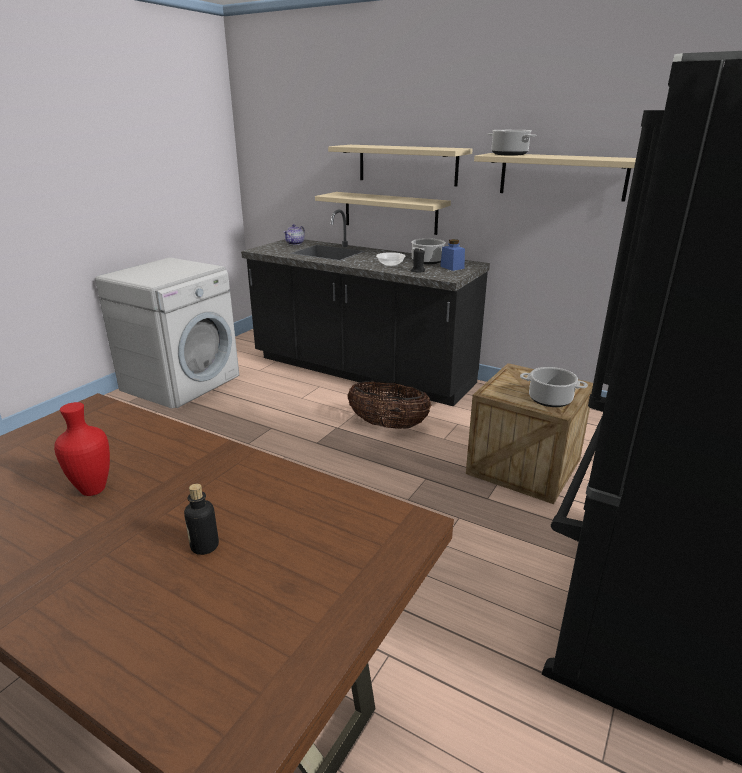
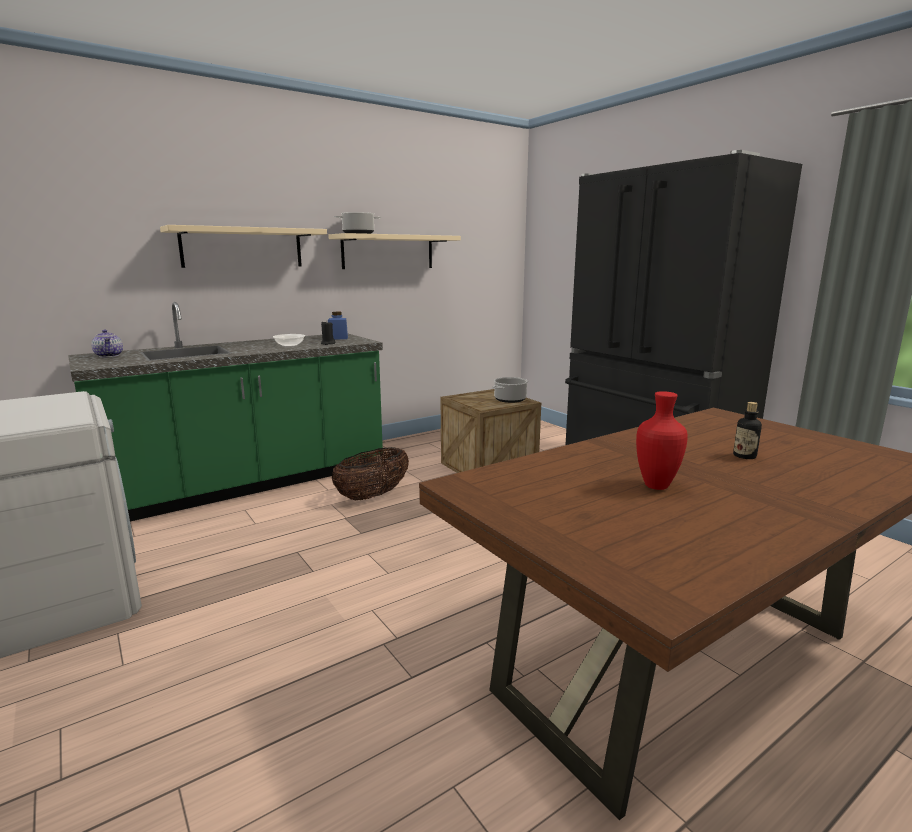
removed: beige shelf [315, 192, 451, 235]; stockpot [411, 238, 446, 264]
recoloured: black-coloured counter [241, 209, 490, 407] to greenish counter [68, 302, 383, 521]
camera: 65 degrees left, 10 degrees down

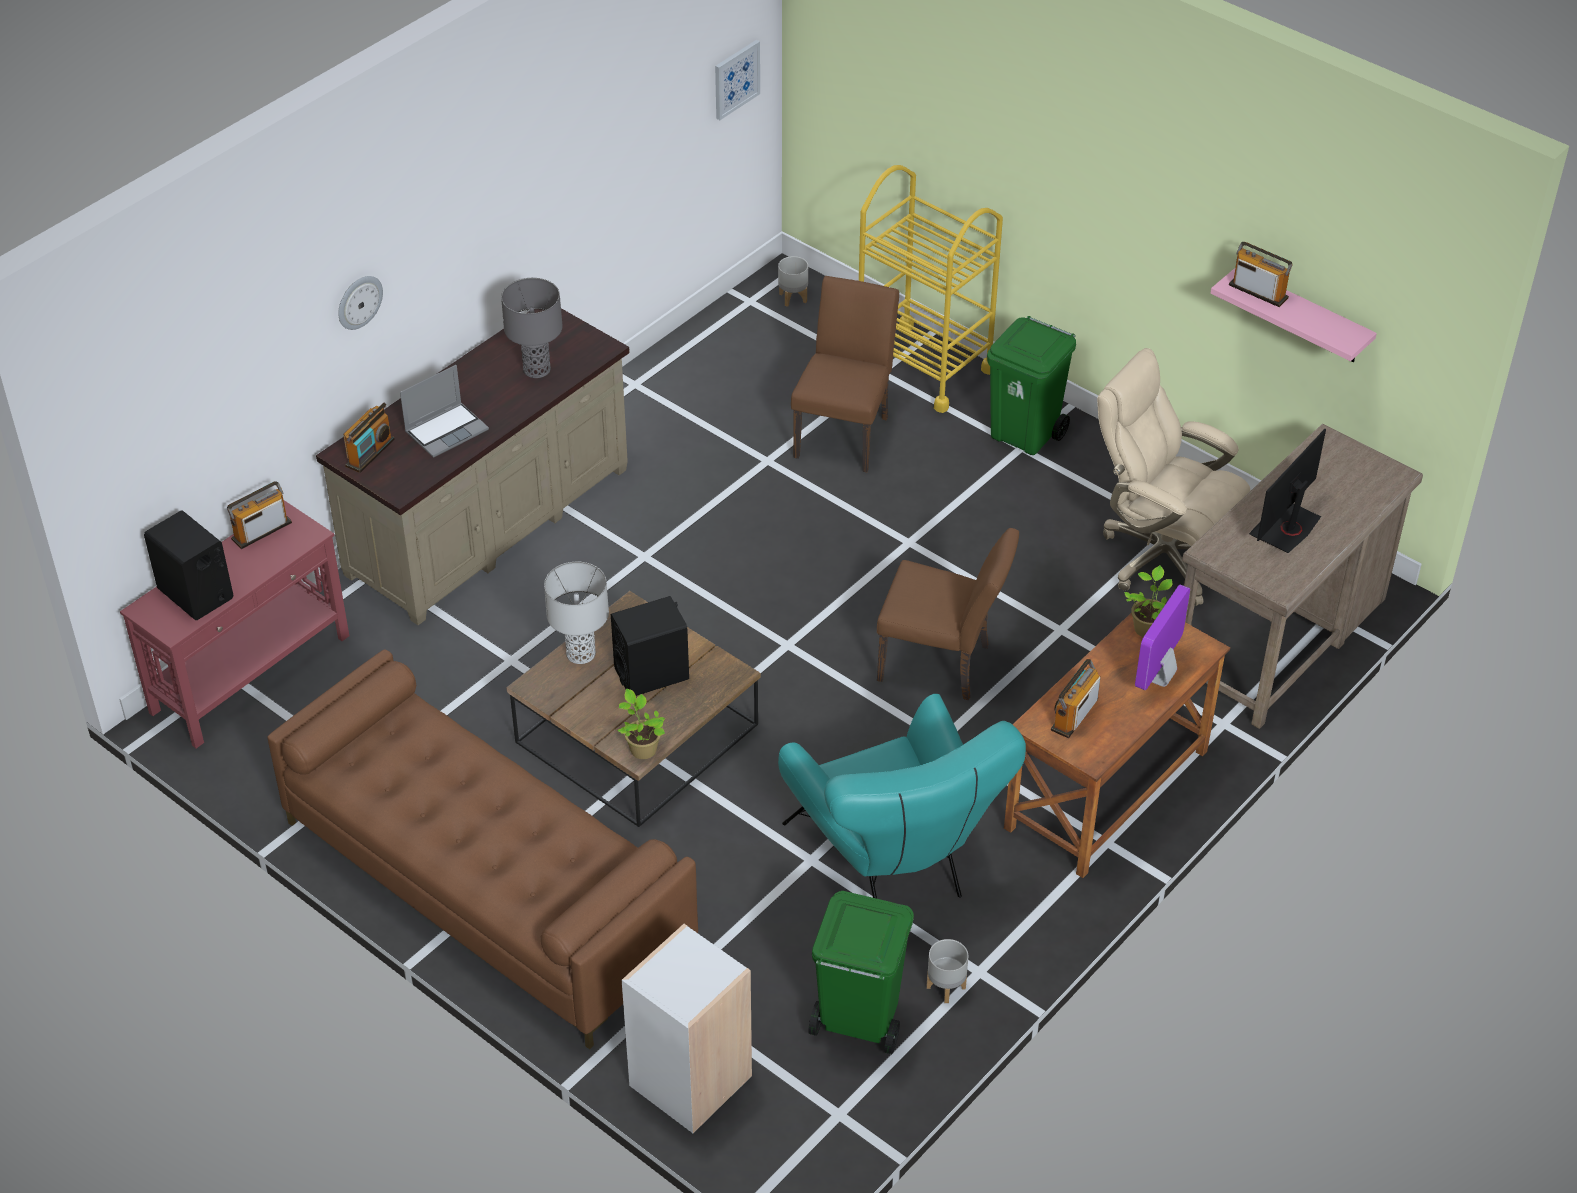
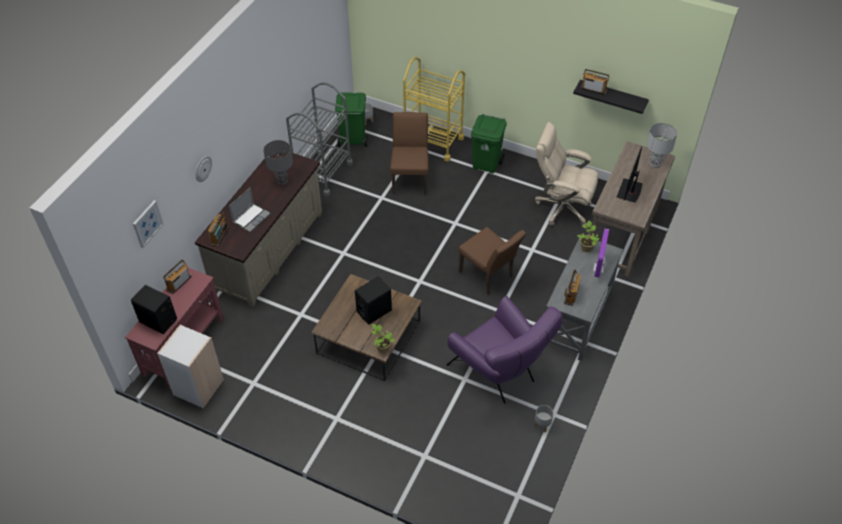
removed: brown couch [267, 649, 698, 1049]
added: greyish cart [286, 82, 353, 197]
moved: wall picture [715, 40, 760, 120] to [133, 200, 164, 248]; bookshelf [622, 924, 752, 1133] to [157, 325, 224, 408]; greenish trash can [808, 891, 914, 1054] to [335, 92, 368, 147]; white-coloured lamp for a table [544, 562, 609, 664] to [647, 123, 677, 168]
recoloured: turquoise-coloured easy chair [778, 694, 1026, 899] to purple-coloured easy chair [447, 296, 563, 403]; brown desk unit [1004, 613, 1230, 878] to greyish desk unit [546, 237, 624, 361]; pink shelf [1211, 267, 1377, 362] to black-coloured shelf [573, 80, 649, 114]
turned: brown plain chair [877, 528, 1019, 700] = [458, 227, 526, 295] 45 degrees clockwise
camera: 15 degrees left, 5 degrees up

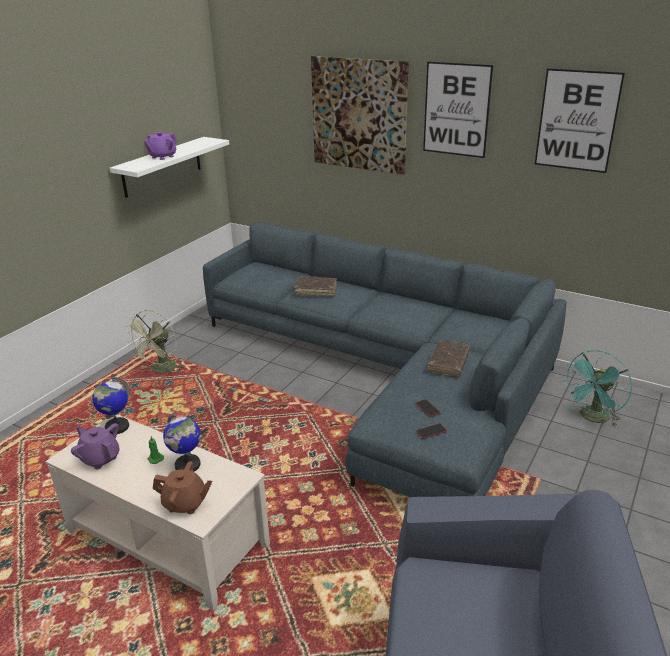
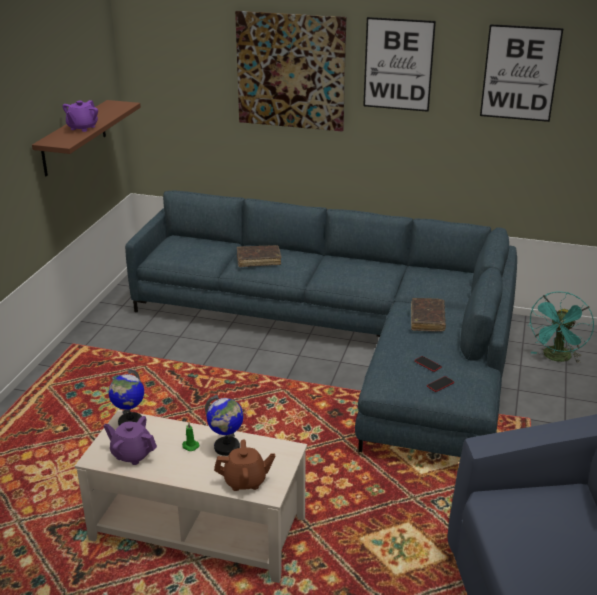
removed: greenish fan [125, 310, 185, 373]
recoloured: white-coloured shelf [110, 137, 229, 198] to brown shelf [32, 100, 141, 176]
camera: 15 degrees left, 0 degrees up

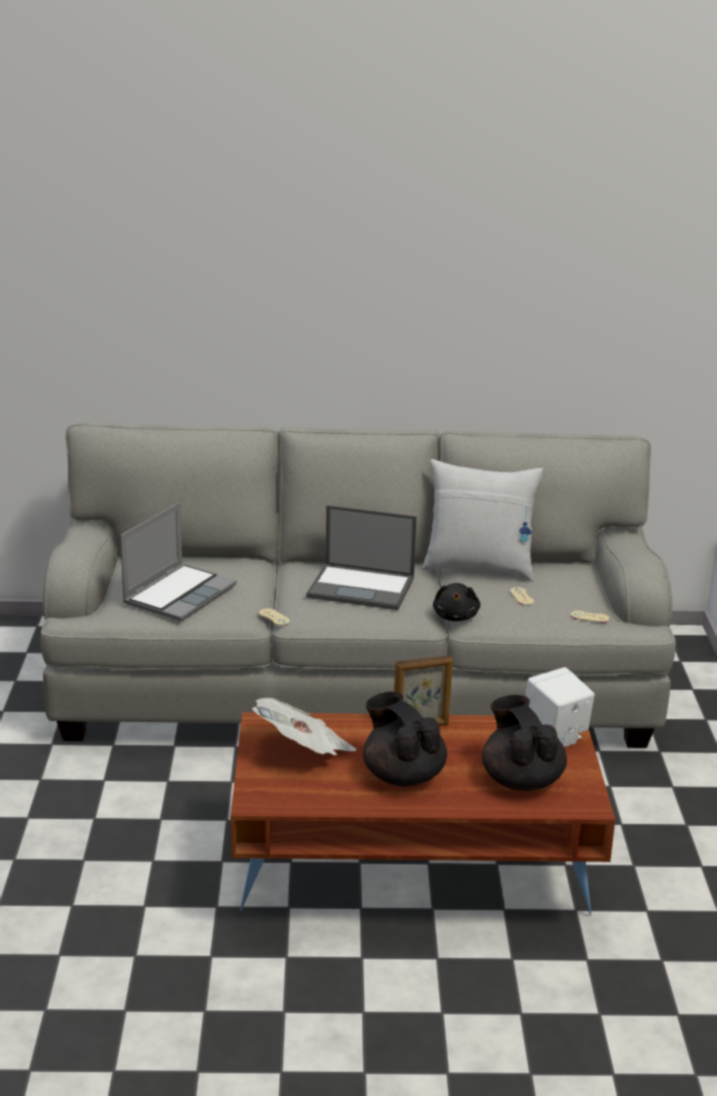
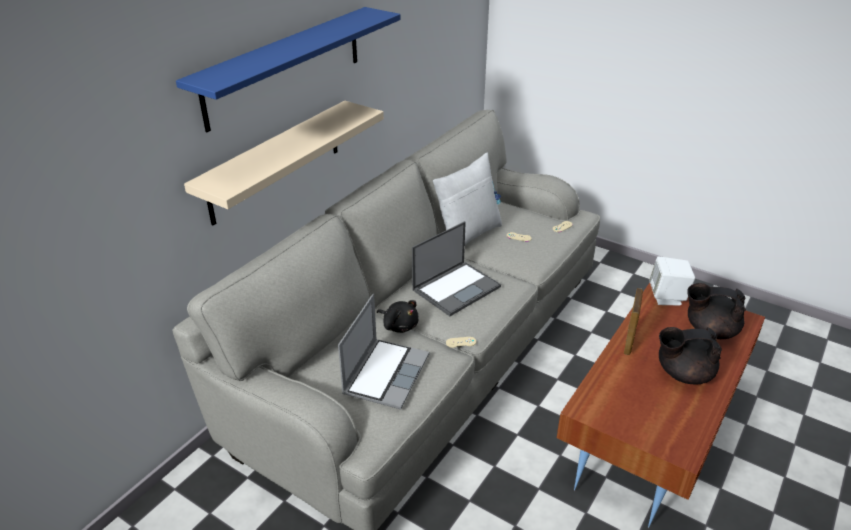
removed: newspaper [251, 698, 356, 755]
added: blue-coloured shelf [176, 7, 401, 132]; beige shelf [184, 101, 384, 226]
moved: black-coloured plush toy [433, 583, 480, 621] to [377, 300, 419, 333]
turned: portable computer [120, 502, 237, 622] = [338, 294, 429, 409] 45 degrees clockwise
camera: 55 degrees left, 10 degrees up

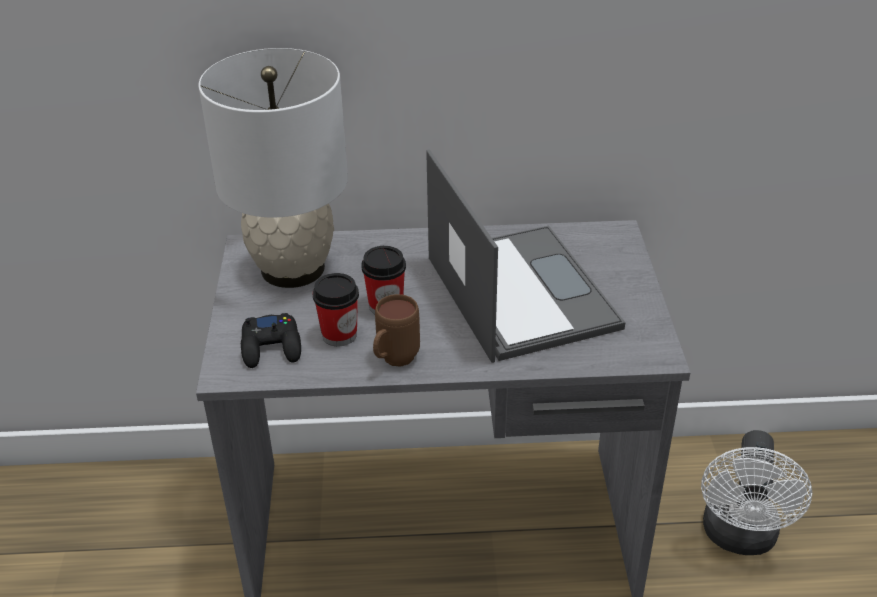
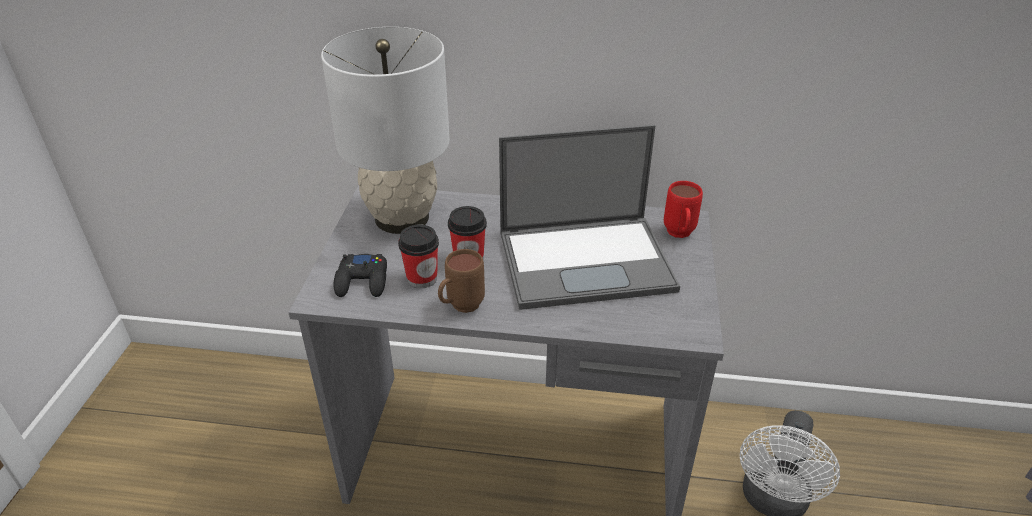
added: reddish tea mug [664, 181, 703, 238]
turned: portable computer [426, 149, 625, 363] = [499, 125, 680, 310] 90 degrees clockwise
camera: 10 degrees right, 0 degrees up

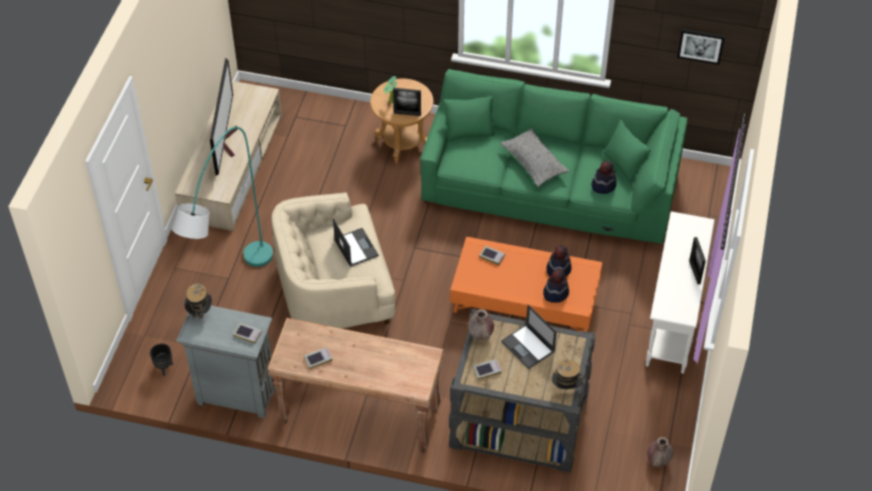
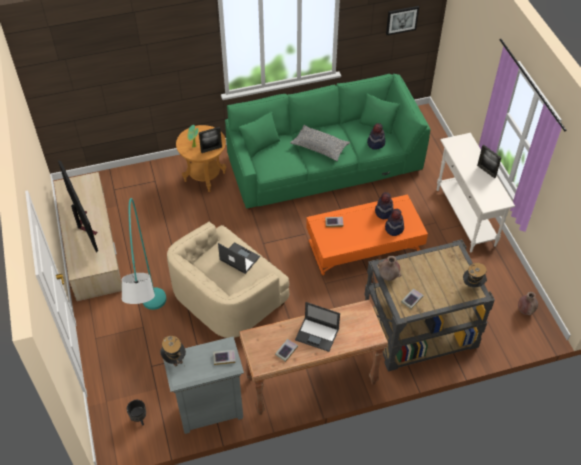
moved: portable computer [501, 304, 557, 369] to [295, 302, 340, 352]
camera: 30 degrees left, 0 degrees up

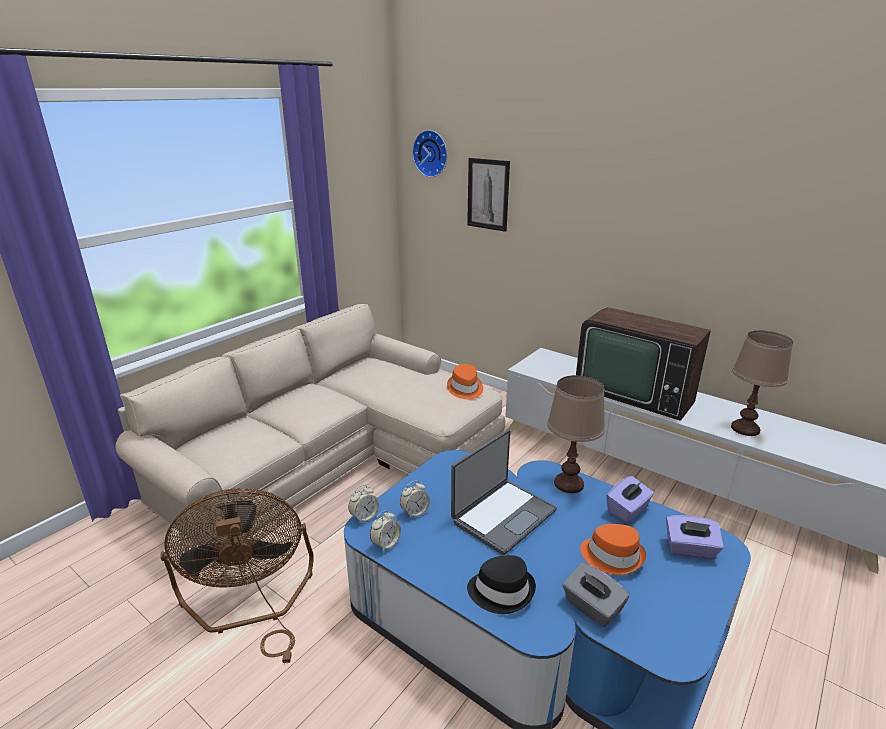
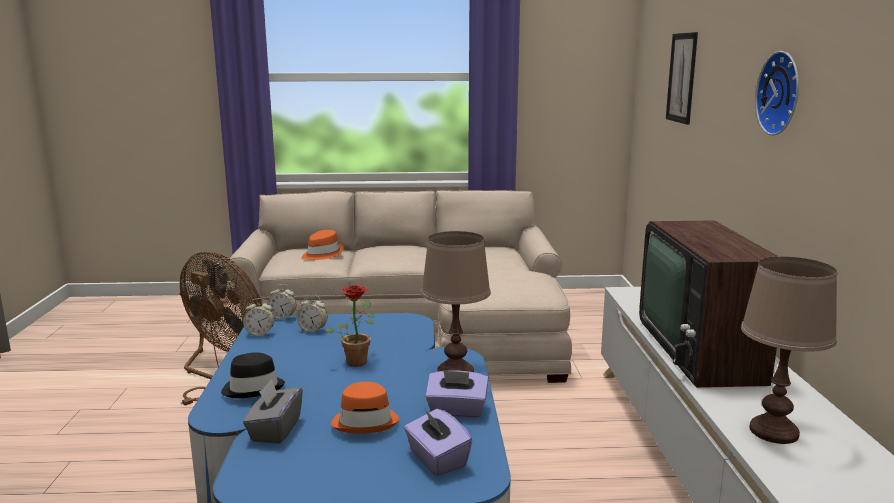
moved: orangey wearable hat [447, 364, 483, 399] to [302, 230, 344, 260]; hanging clock [412, 130, 447, 177] to [755, 51, 799, 135]
replaced: portable computer [451, 430, 557, 555] to houseplant [324, 286, 375, 367]
camera: 50 degrees right, 10 degrees down

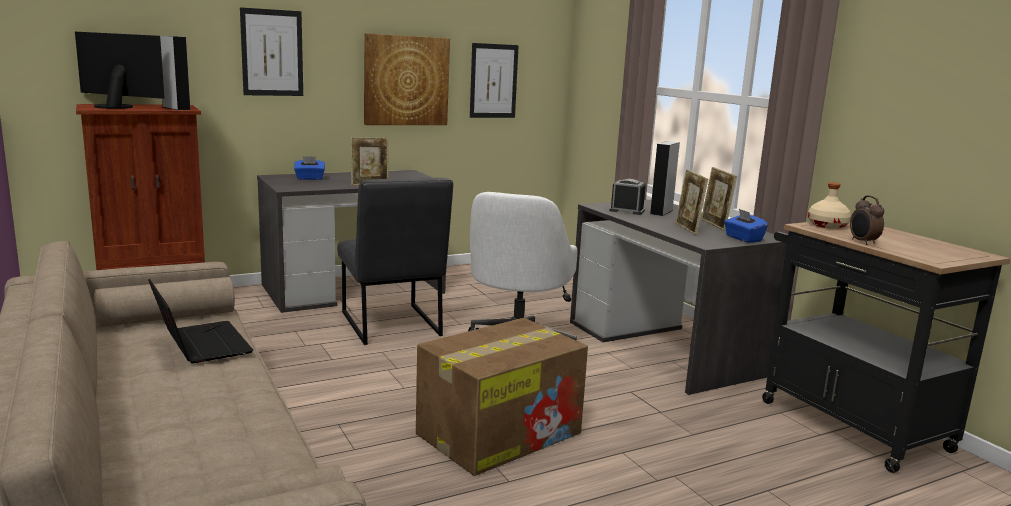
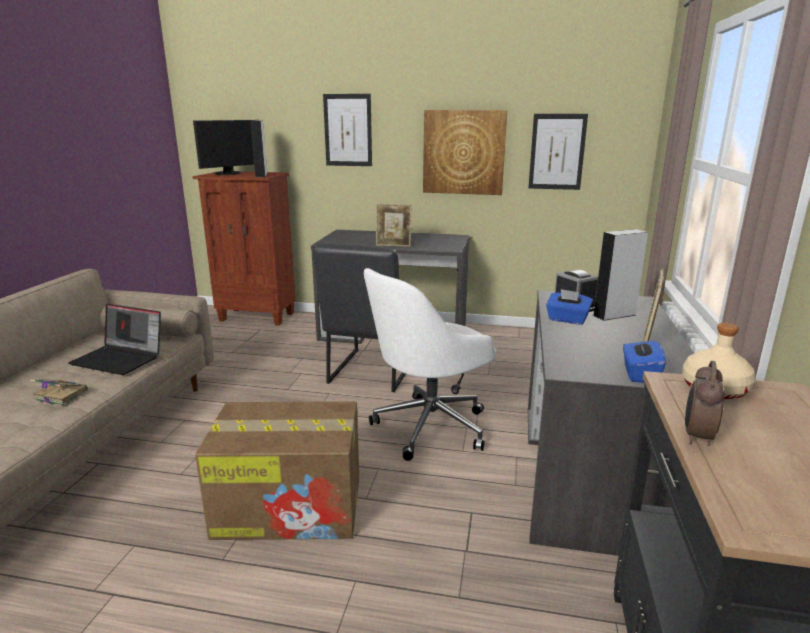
removed: standing frame [675, 169, 708, 235]
added: book [31, 379, 88, 406]
moved: blue-coloured tissue holder [294, 156, 325, 180] to [546, 289, 593, 325]
turned: portable computer [148, 279, 253, 364] = [68, 304, 161, 375] 105 degrees clockwise; computer display [75, 32, 164, 109] = [193, 120, 254, 175] 75 degrees clockwise
camera: 40 degrees right, 5 degrees up

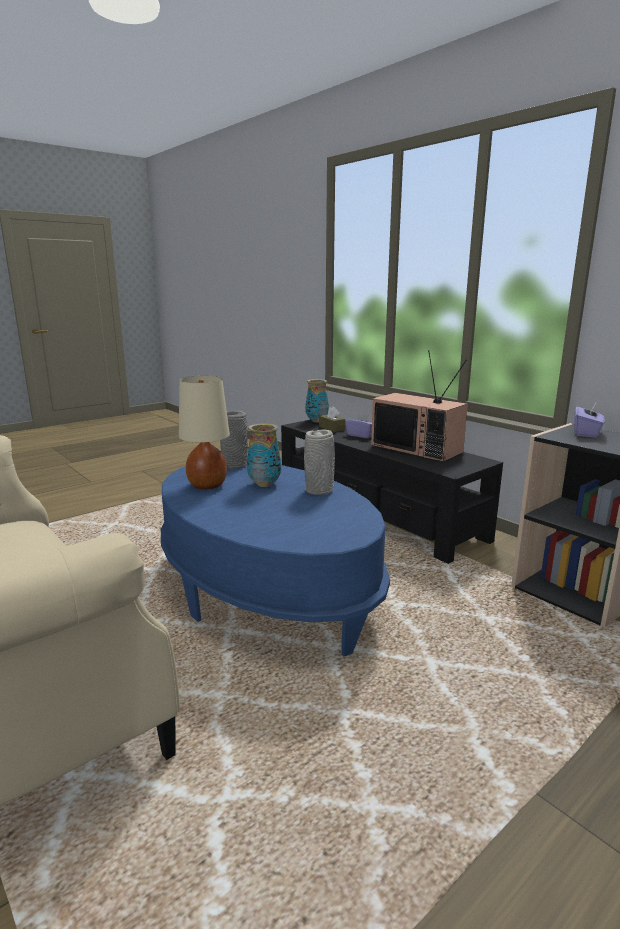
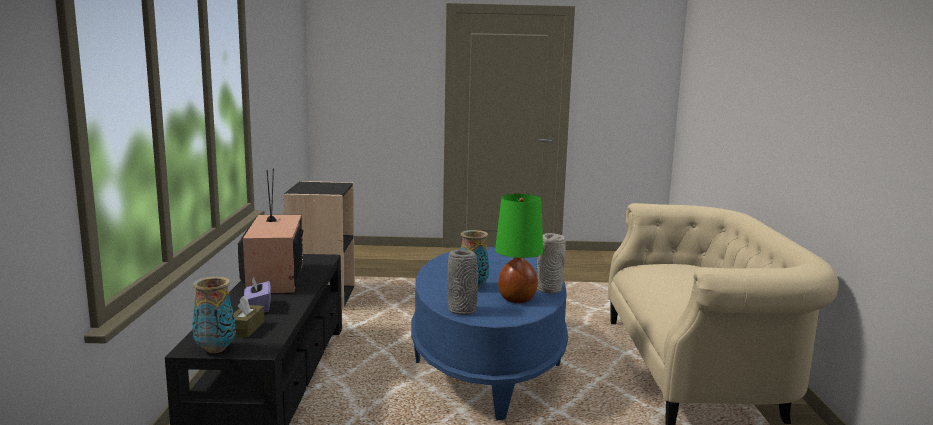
removed: purple-coloured tissue holder [574, 401, 605, 438]
moved: greyish vase [304, 429, 335, 495] to [537, 233, 566, 293]
recoloured: beige lamp for a table [179, 376, 230, 490] to greenish lamp for a table [495, 194, 543, 303]
camera: 140 degrees left, 5 degrees down

